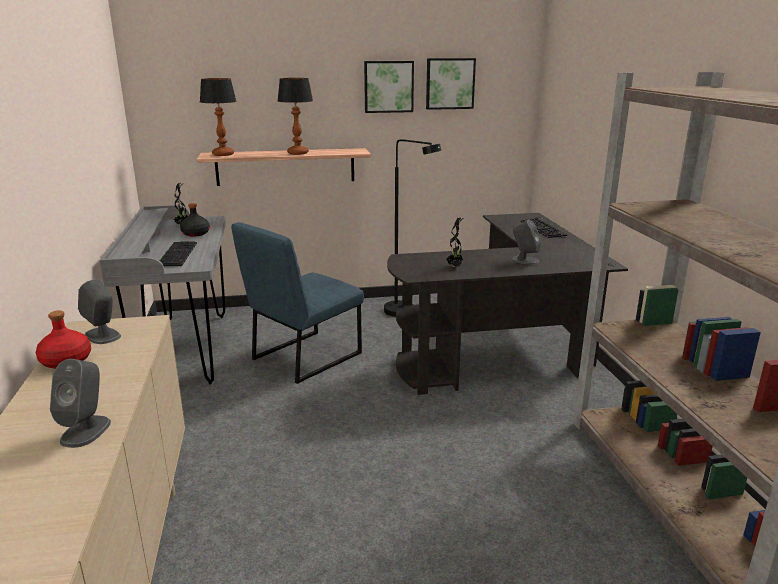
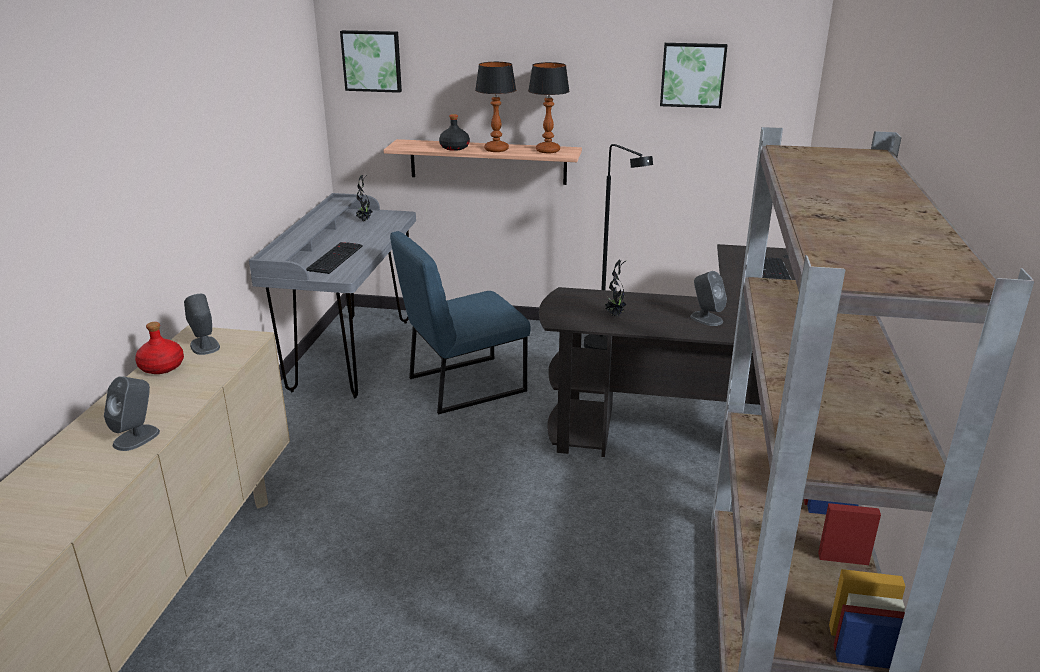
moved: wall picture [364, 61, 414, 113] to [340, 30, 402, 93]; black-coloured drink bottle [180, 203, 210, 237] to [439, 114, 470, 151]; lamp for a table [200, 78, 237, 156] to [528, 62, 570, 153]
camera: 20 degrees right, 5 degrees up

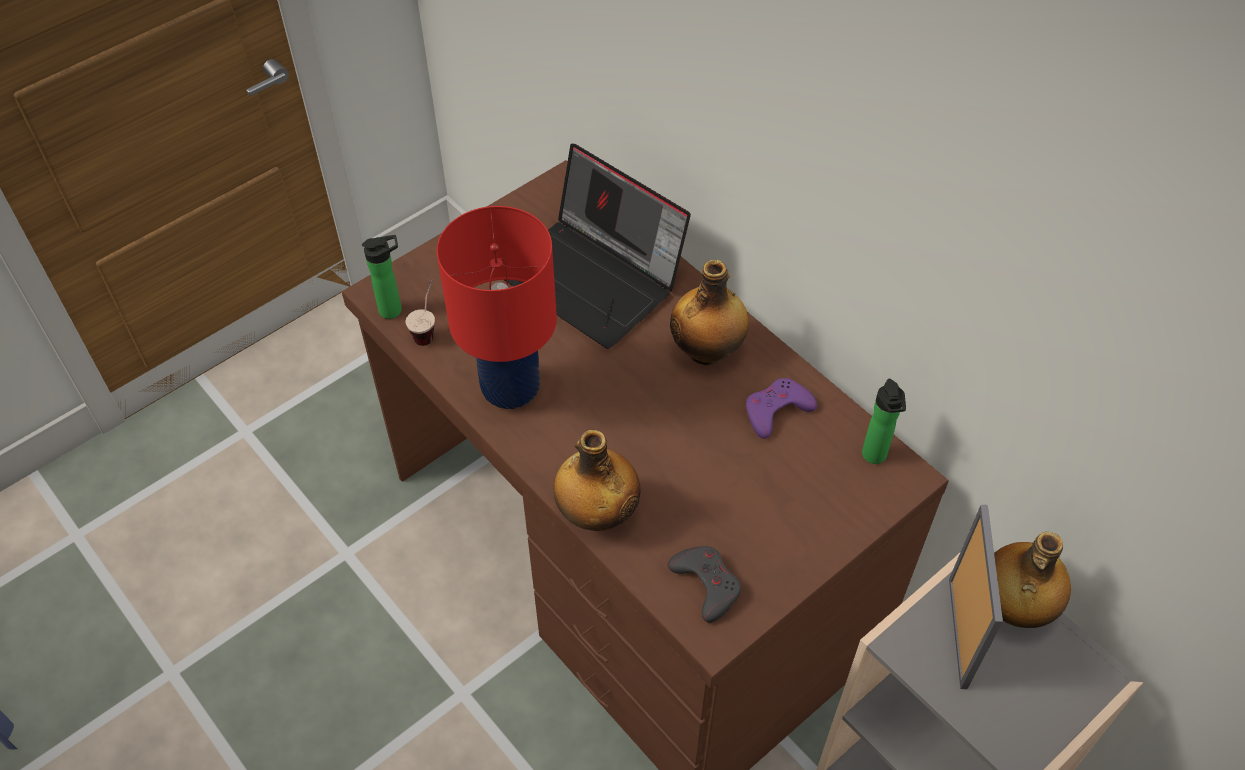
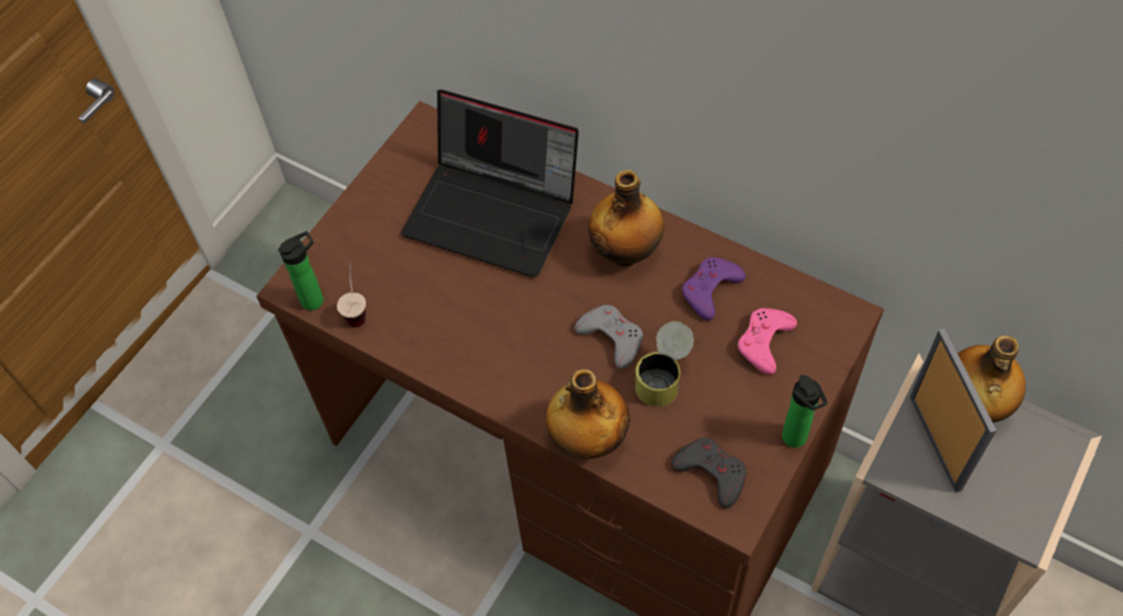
removed: reddish lamp for a table [437, 206, 557, 409]
added: greyish gamepad [574, 305, 643, 369]; metal can [635, 321, 694, 407]; pink gamepad [738, 308, 797, 375]
moved: drink bottle [862, 379, 906, 464] to [782, 375, 828, 448]
camera: 15 degrees left, 5 degrees up

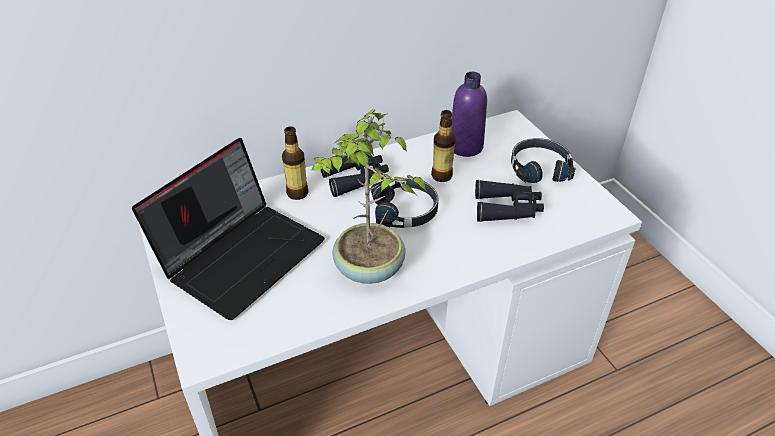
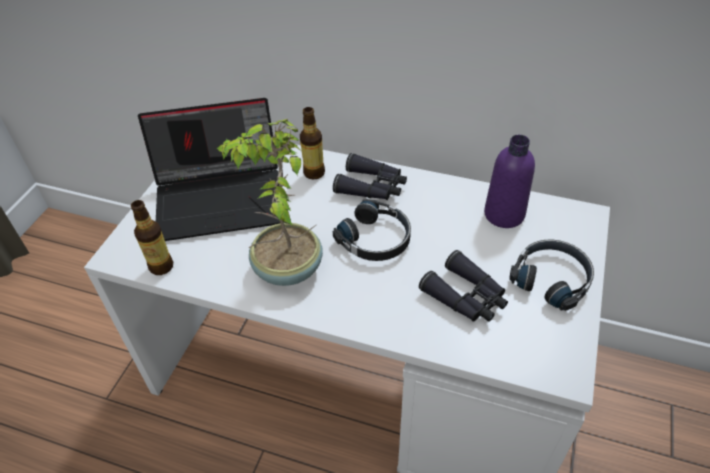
moved: drink bottle [431, 110, 455, 182] to [131, 200, 173, 275]
camera: 45 degrees right, 5 degrees up

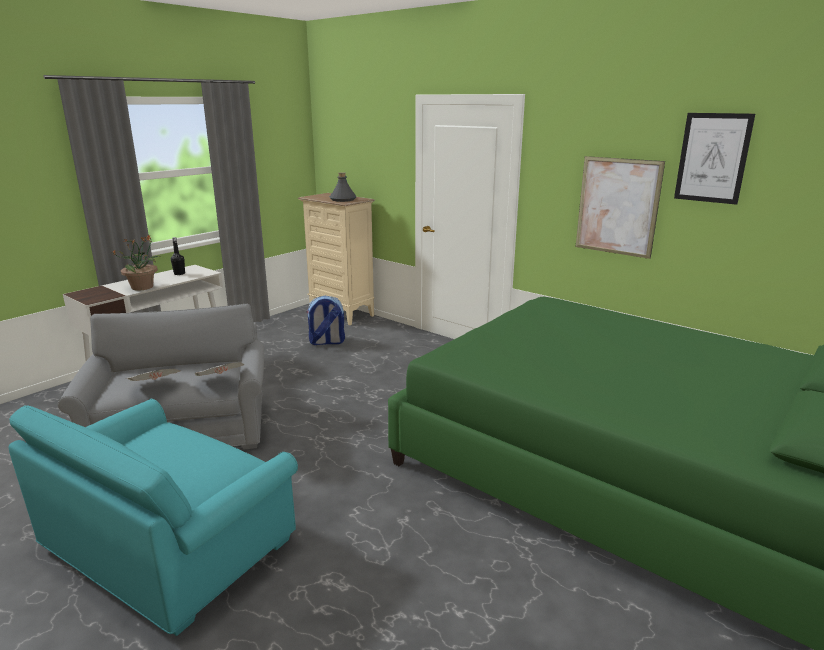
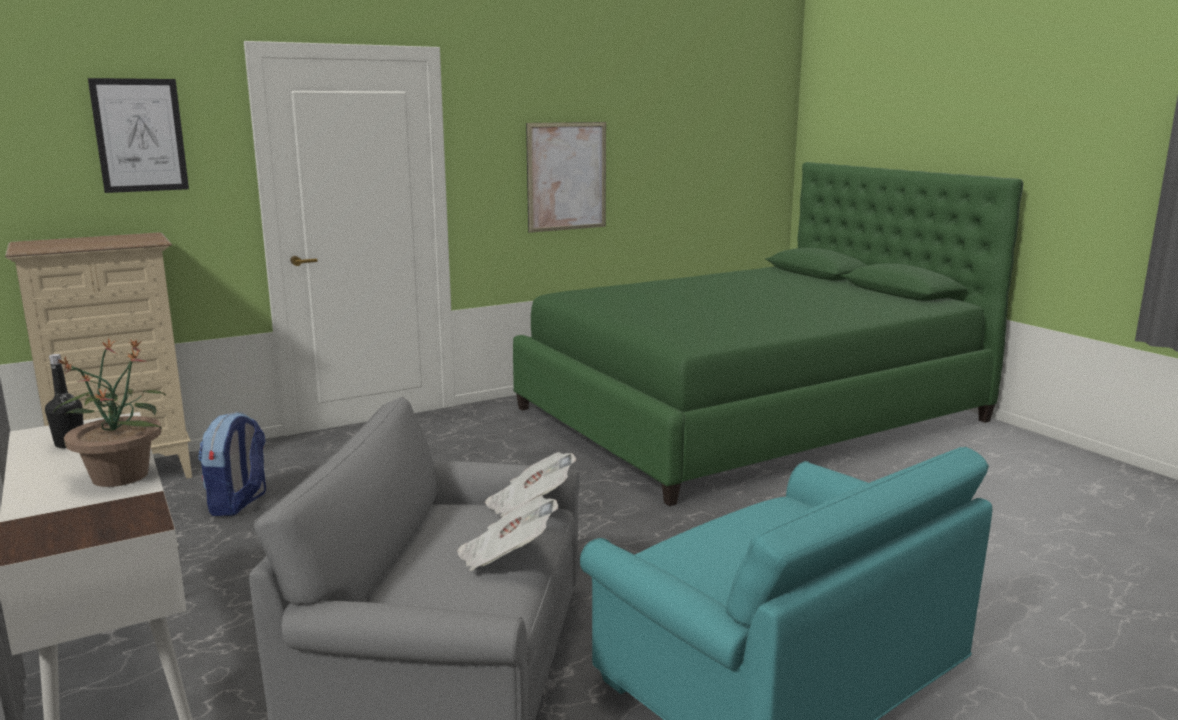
removed: greyish drink bottle [330, 172, 357, 202]
moved: wall picture [674, 113, 755, 205] to [88, 78, 189, 193]
camera: 70 degrees left, 5 degrees down

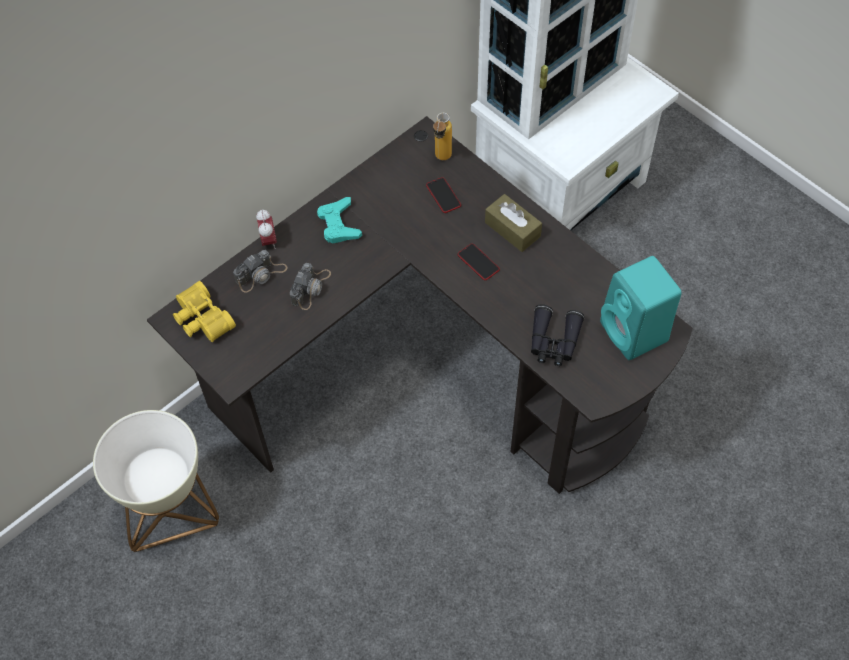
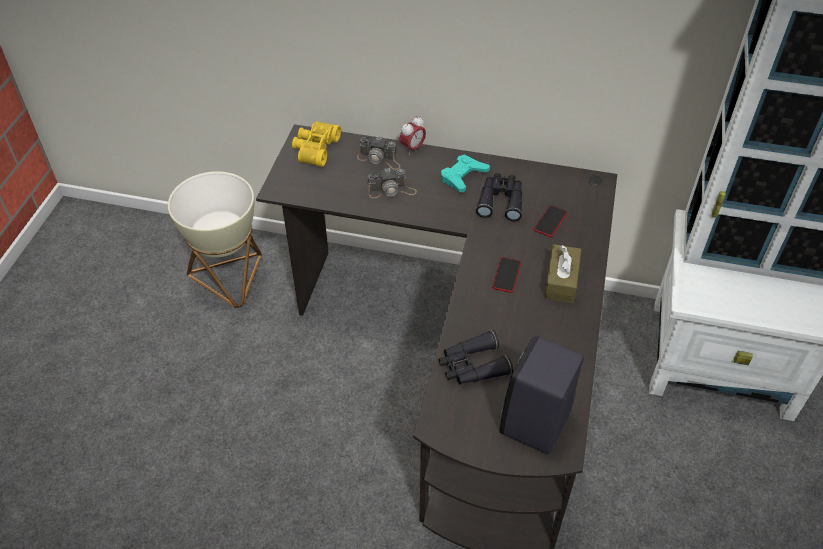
removed: drink bottle [433, 113, 452, 160]
added: black-coloured field glasses [476, 173, 522, 221]
recoloured: turquoise-coloured speaker [600, 256, 682, 360] to black-coloured speaker [499, 336, 584, 454]
camera: 55 degrees right, 10 degrees down

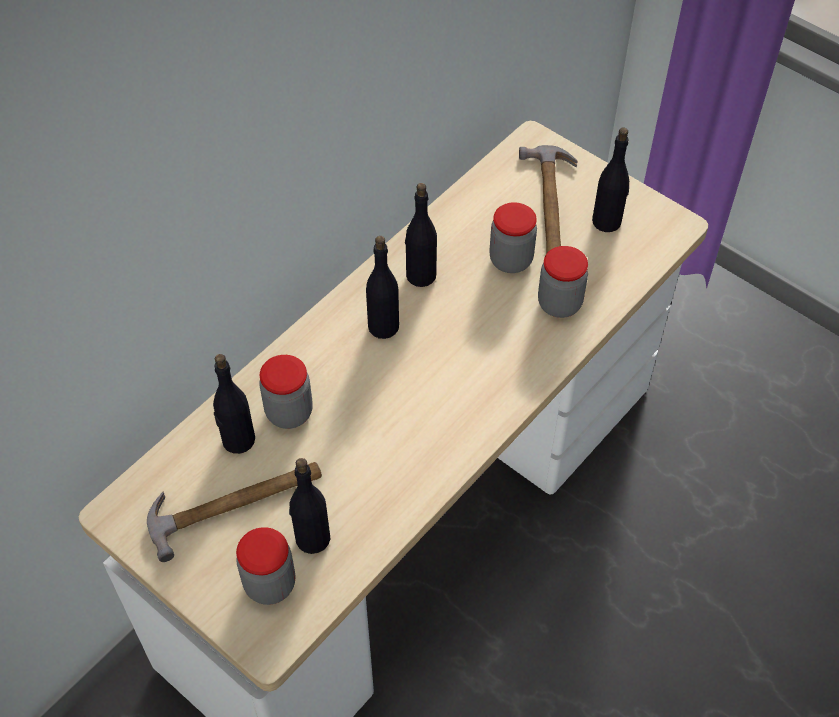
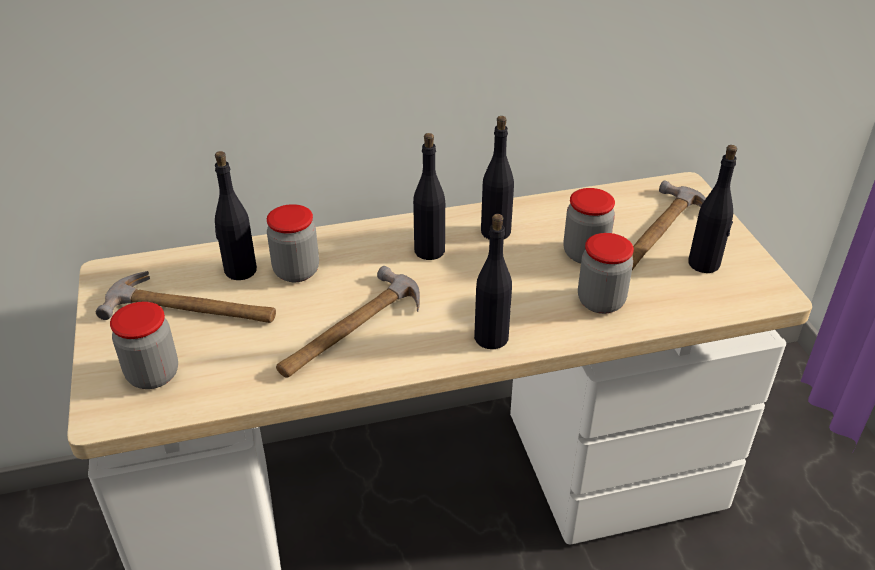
added: tool hammer [276, 266, 420, 377]
moved: black-coloured drink bottle [289, 458, 331, 554] to [474, 214, 512, 349]
camera: 35 degrees right, 15 degrees down

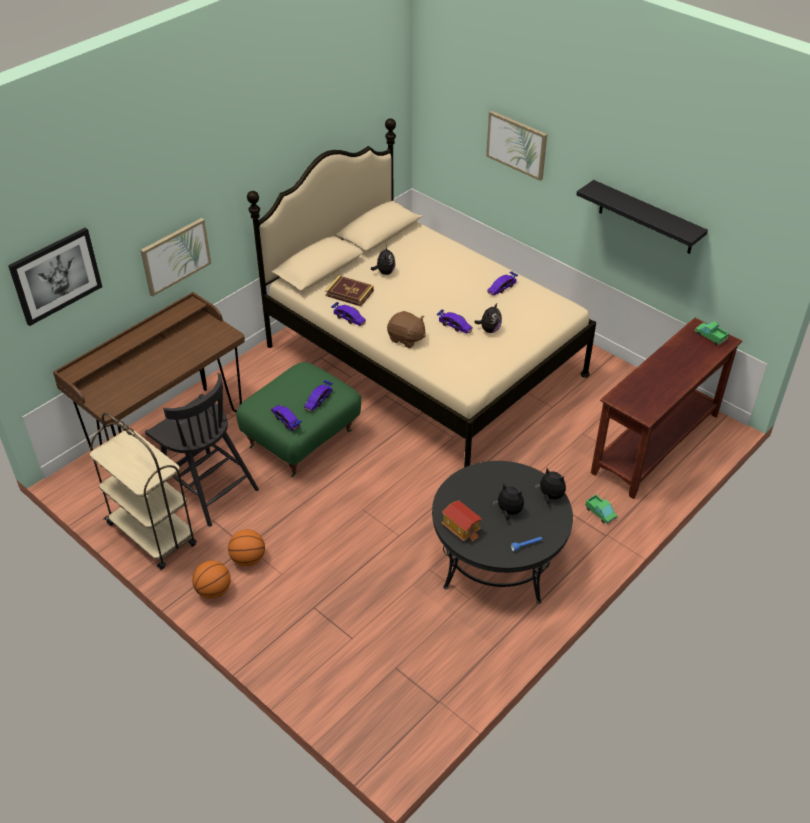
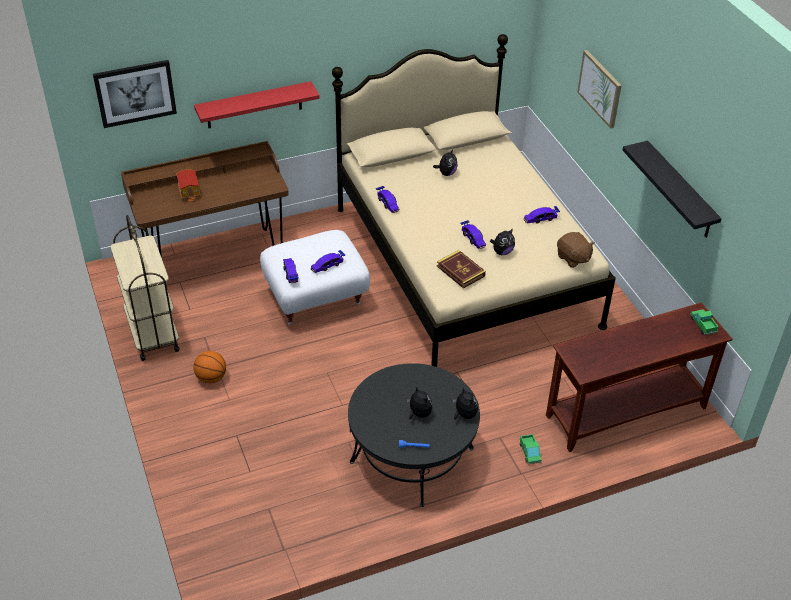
removed: black-coloured plain chair [145, 373, 259, 527]; basketball [192, 561, 231, 599]
moved: toy house [442, 500, 482, 541] to [176, 169, 201, 202]; book [325, 275, 374, 307] to [437, 250, 486, 289]; brown plush toy [387, 311, 426, 348] to [557, 232, 595, 268]
replaced: wall picture [140, 218, 211, 297] to reddish shelf [194, 81, 320, 128]
recoloured: greenish footrest [236, 362, 361, 477] to white-coloured footrest [260, 230, 370, 325]
camera: 25 degrees right, 0 degrees up

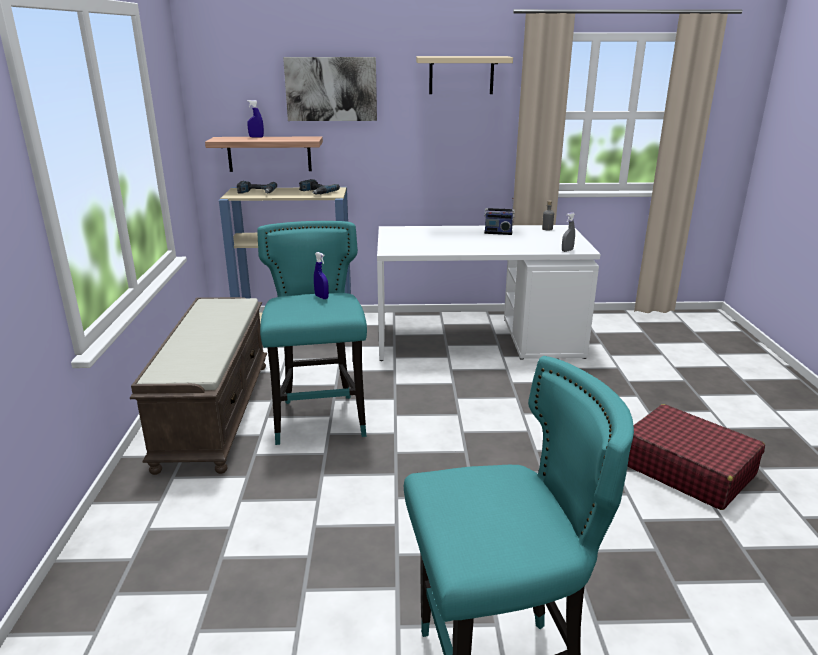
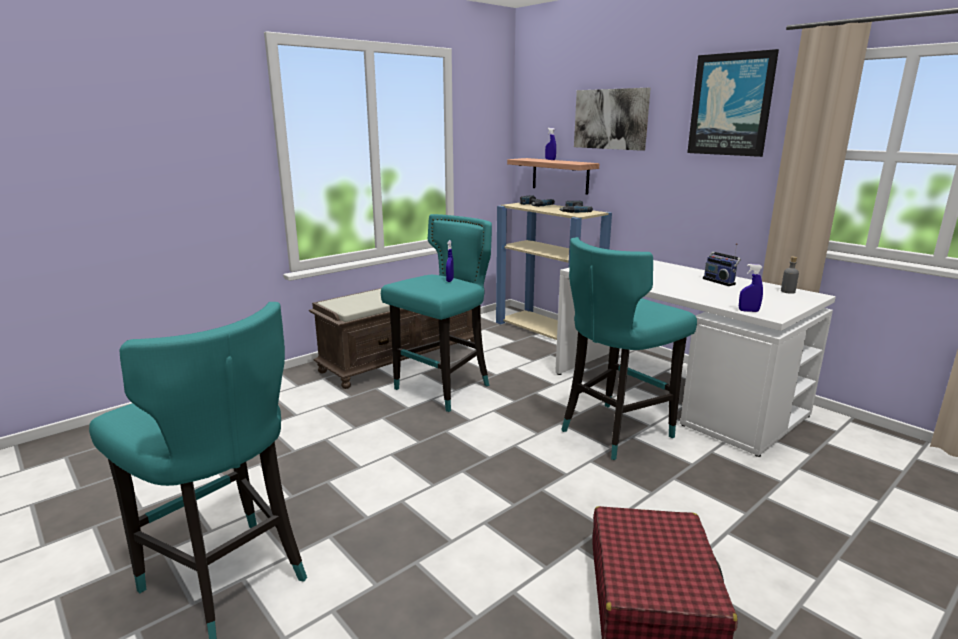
added: turquoise-coloured sitting stool [561, 237, 697, 460]
replaced: beige shelf [416, 56, 513, 94] to wall picture [687, 49, 779, 157]
recoloured: greyish hand sprayer [562, 212, 575, 252] to blue-coloured hand sprayer [739, 264, 763, 312]
camera: 50 degrees right, 5 degrees down

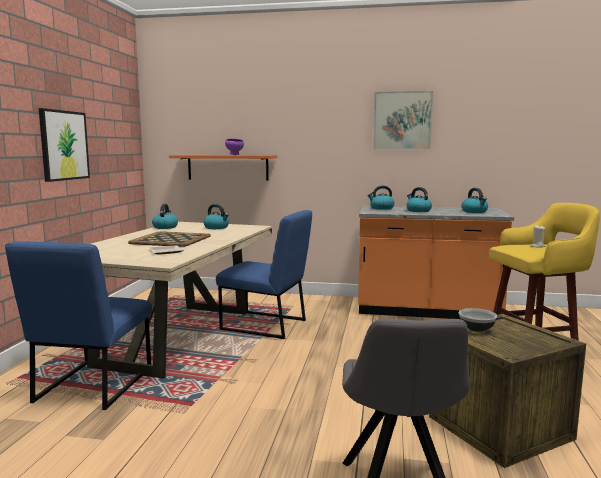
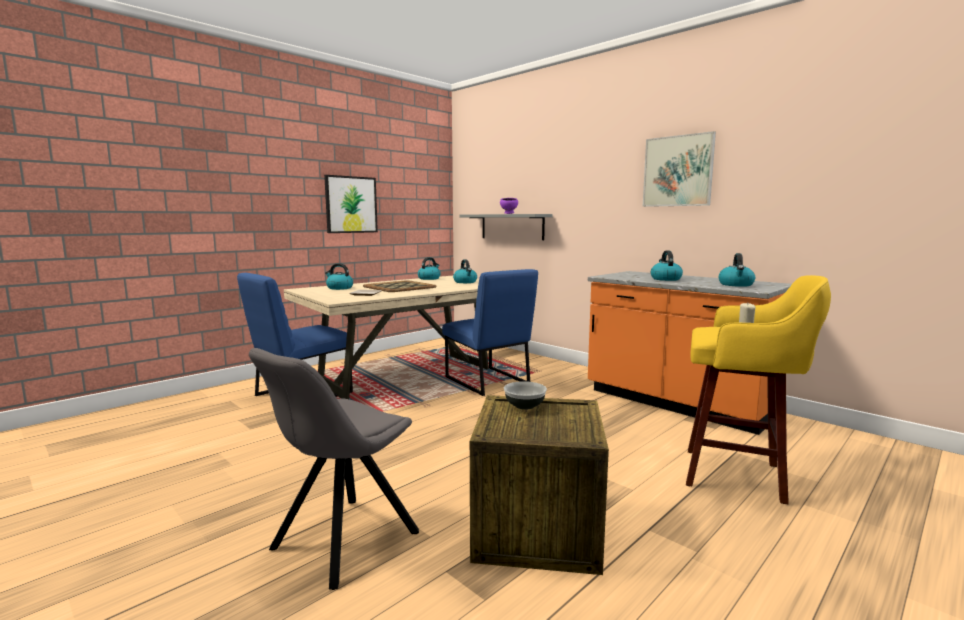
moved: water kettle [367, 186, 394, 210] to [325, 263, 353, 290]
recoloured: orangey shelf [169, 155, 278, 180] to greyish shelf [460, 214, 553, 240]
camera: 35 degrees right, 0 degrees up

